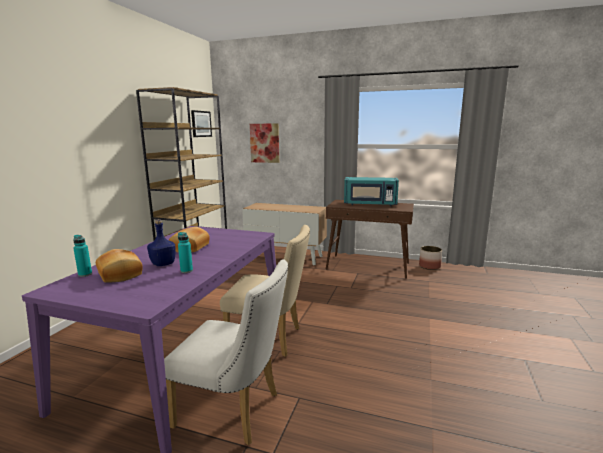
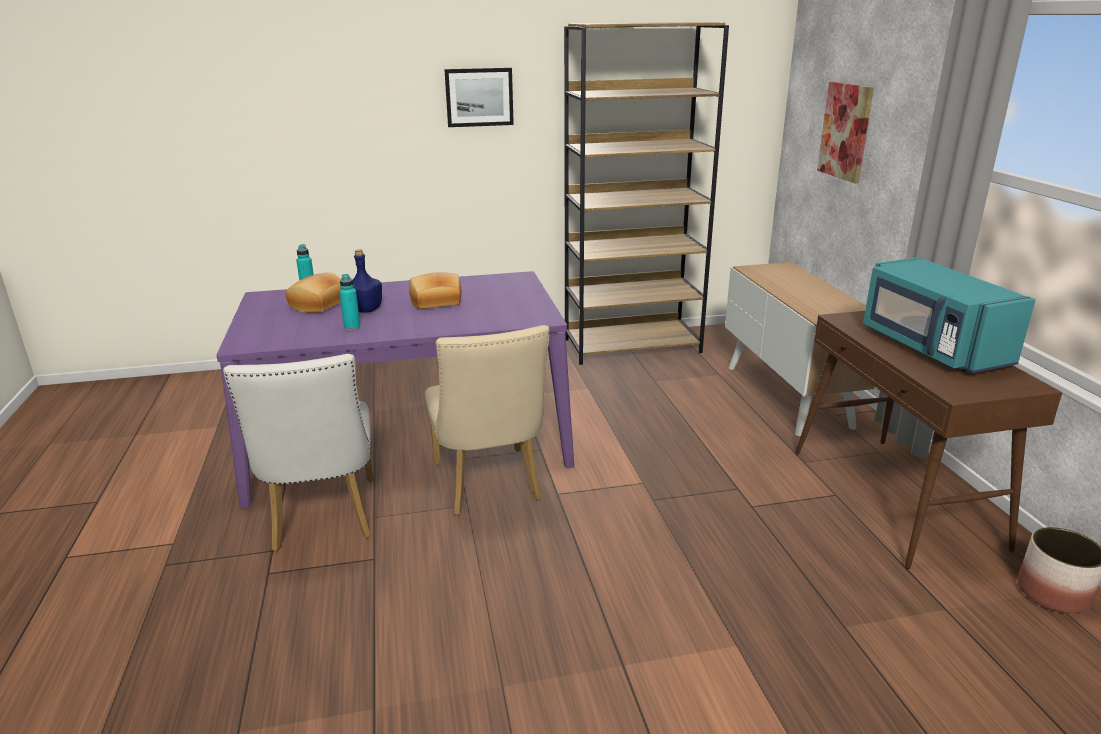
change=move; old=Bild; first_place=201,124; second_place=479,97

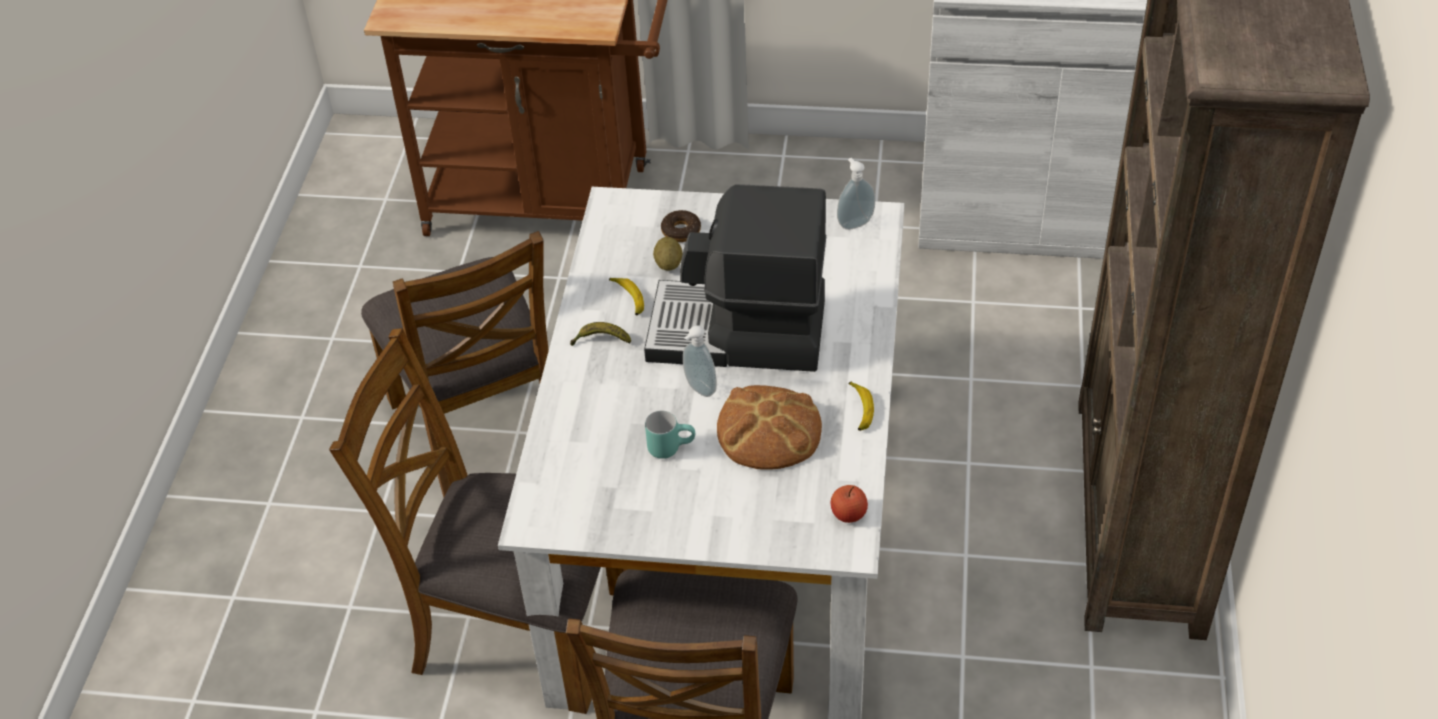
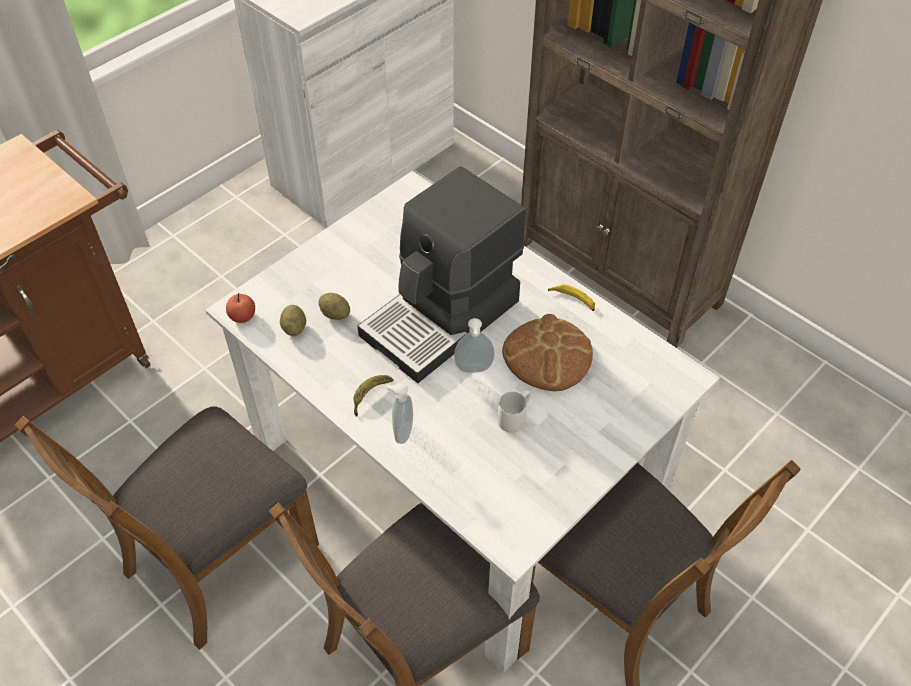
change=rotate; old=Stuhl/braun; first_place=481,430; second_place=218,558; degrees=120
change=move; old=Apfel; first_place=848,514; second_place=242,316
change=insert; new=Kartoffel; second_place=294,328
change=move; old=Seifenspender; first_place=854,222; second_place=401,432
change=recolor; old=Henkelbecher/türkis; new=Henkelbecher/weiß; first_place=671,446; second_place=513,417
change=delete; old=Banane; first_place=628,299
change=delete; old=Donut; first_place=681,231

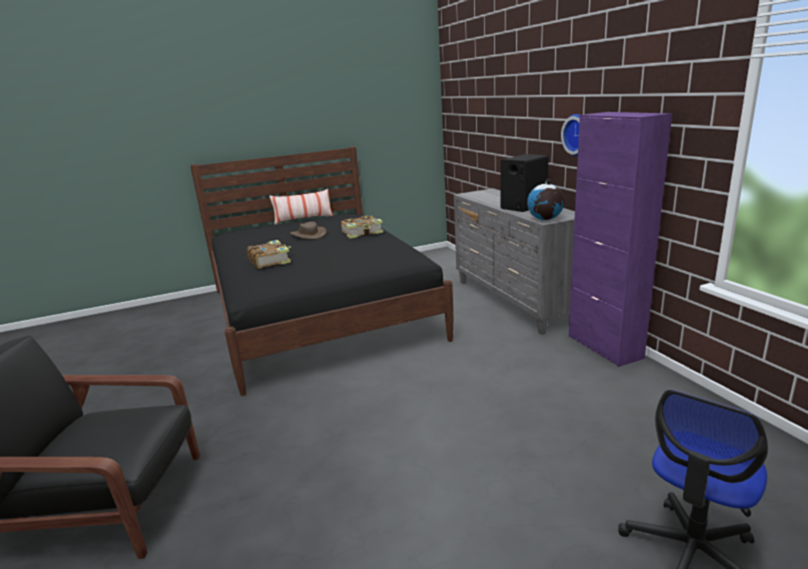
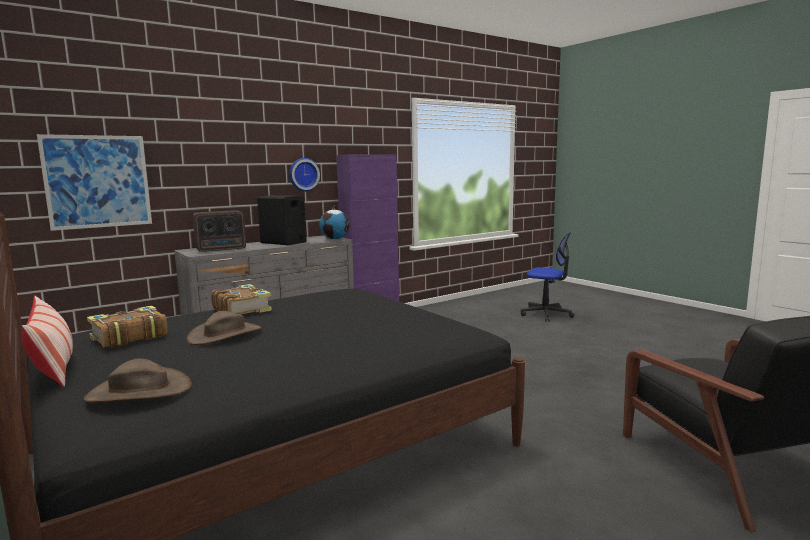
change=insert; new=Bild; second_place=97,181
change=insert; new=Hut/braun; second_place=139,392
change=move; old=Buch; first_place=270,261; second_place=128,337
change=insert; new=Radio; second_place=222,249

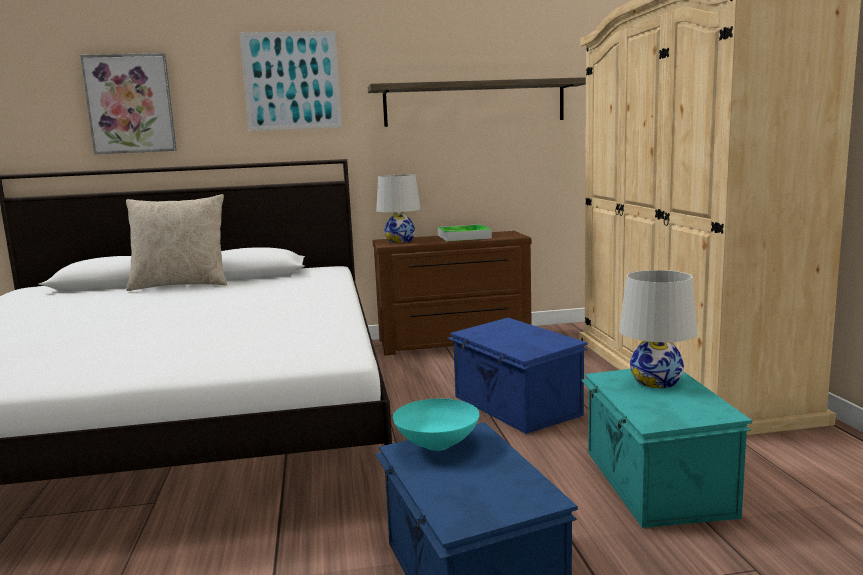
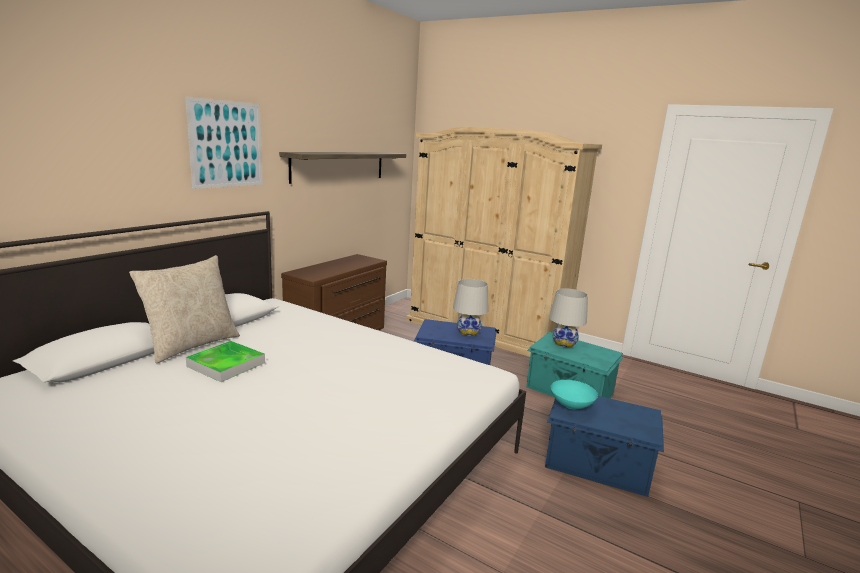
change=move; old=Tablett; first_place=464,237; second_place=226,364
change=move; old=Tischlampe/weiß; first_place=400,241; second_place=468,332
change=delete; old=Bild; first_place=130,104

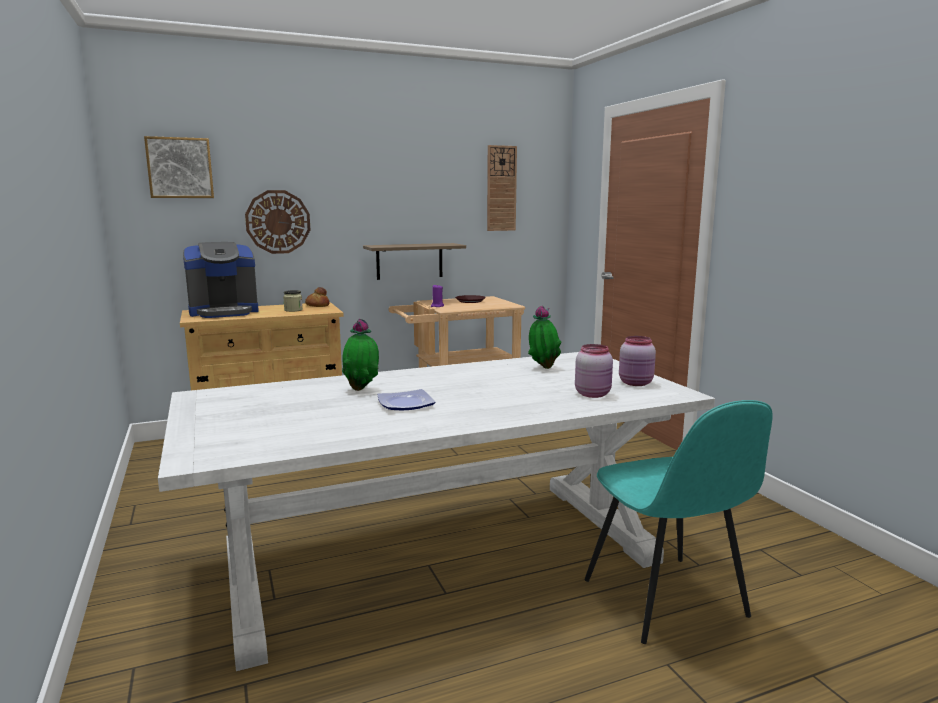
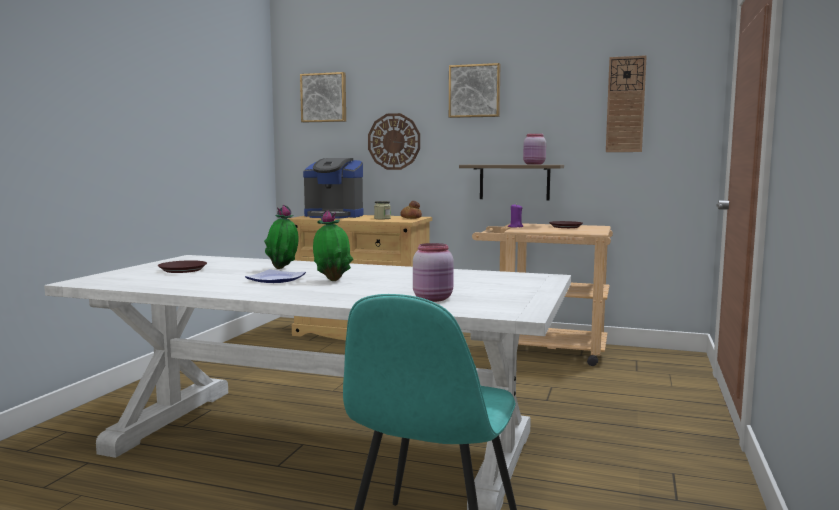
change=insert; new=Teller/braun; second_place=183,270
change=move; old=Topfpflanze; first_place=543,368; second_place=332,280
change=insert; new=Bild; second_place=474,91
change=move; old=Vorratsglas/rosa; first_place=636,383; second_place=534,164

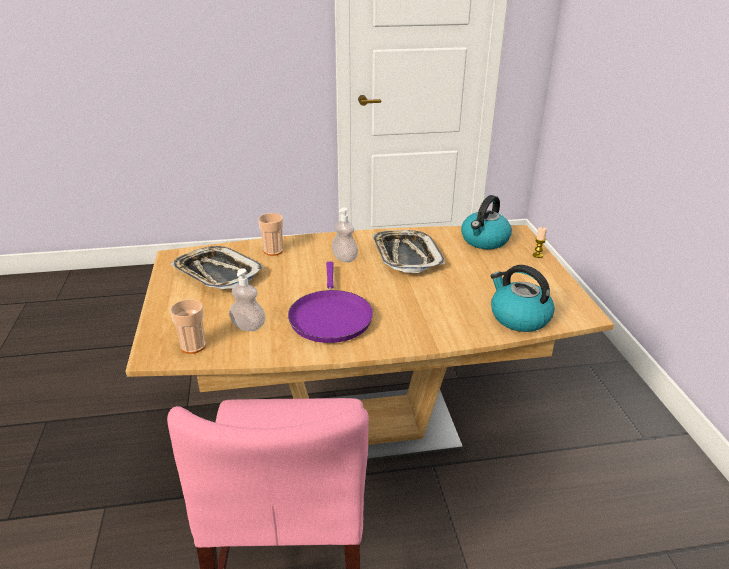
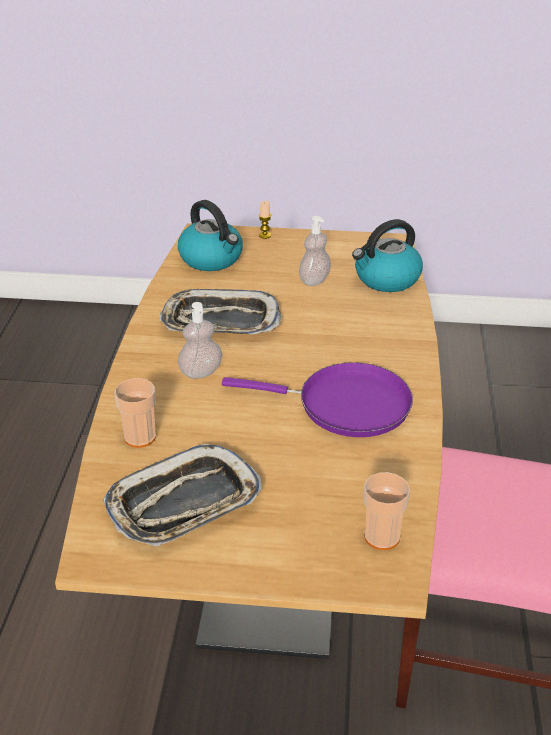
change=move; old=Seifenspender; first_place=248,326; second_place=314,280

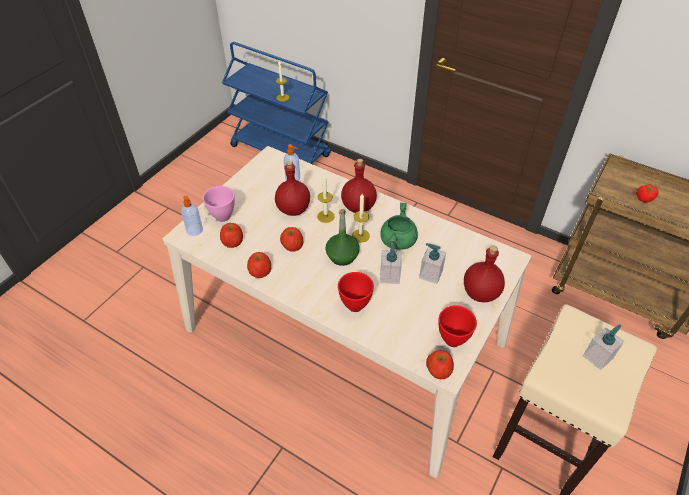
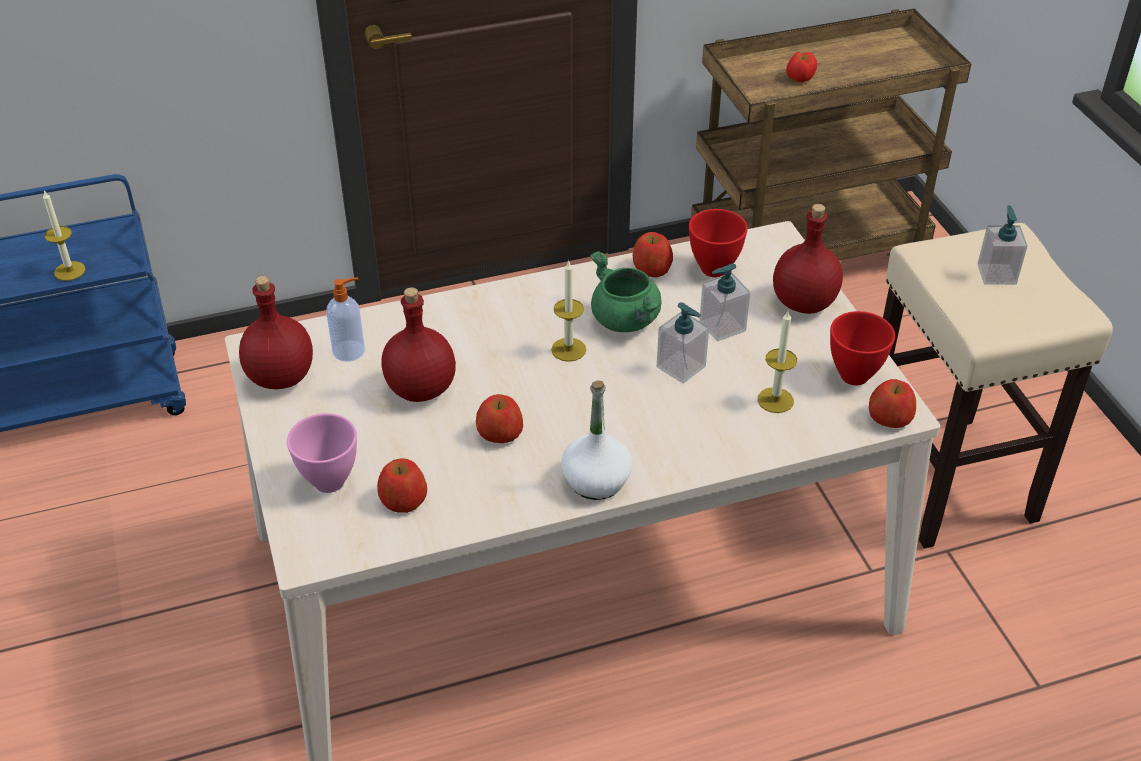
change=move; old=Flasche/rot; first_place=359,207; second_place=281,376
change=insert; new=Flasche/weiß; second_place=596,481
change=move; old=Apfel; first_place=260,271; second_place=651,268
change=move; old=Schüssel/rot; first_place=354,306; second_place=713,270
change=move; old=Kerze; first_place=325,216; second_place=775,400
change=delete; old=Seifenspender; first_place=195,230
change=delete; old=Flasche/grün; first_place=342,256

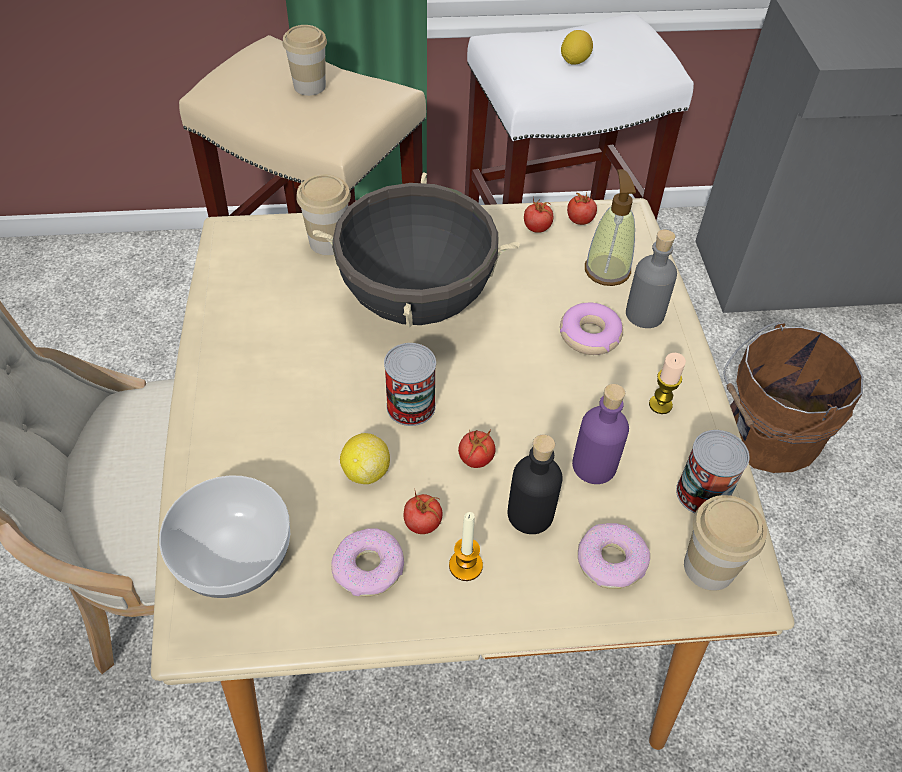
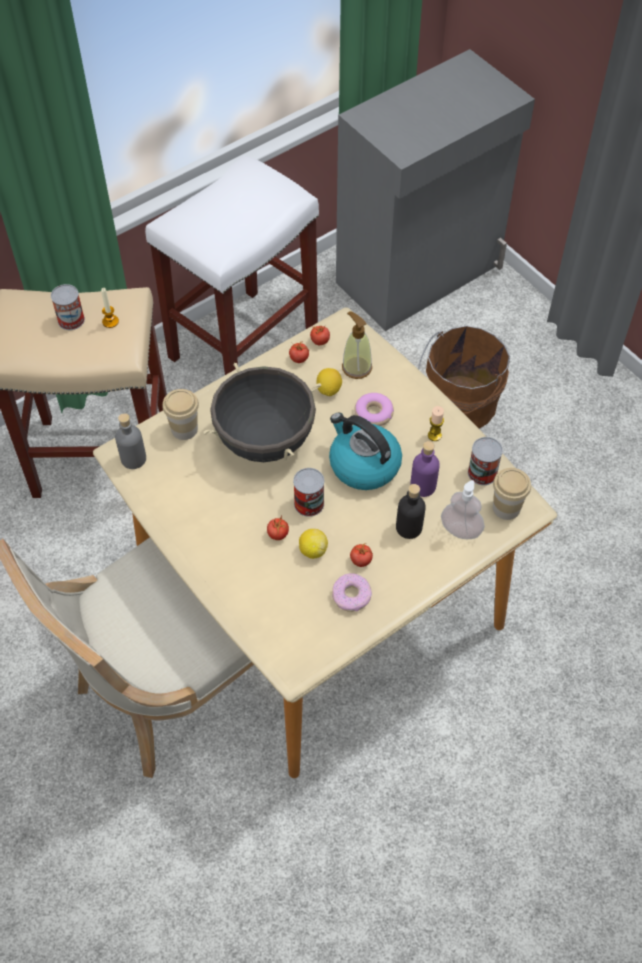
change=replace; old=Tasse; new=Dose; first_place=309,86; second_place=71,320
change=move; old=Kerze; first_place=465,565; second_place=110,321
change=move; old=Flasche/grau; first_place=644,314; second_place=133,458
change=move; old=Tomate; first_place=476,459; second_place=278,534
change=move; old=Zitrone; first_place=574,61; second_place=329,390
change=insert; new=Wasserkessel; second_place=363,465
change=replace; old=Donut; new=Seifenspender; first_place=610,561; second_place=460,530
change=delete; old=Schüssel; first_place=236,557

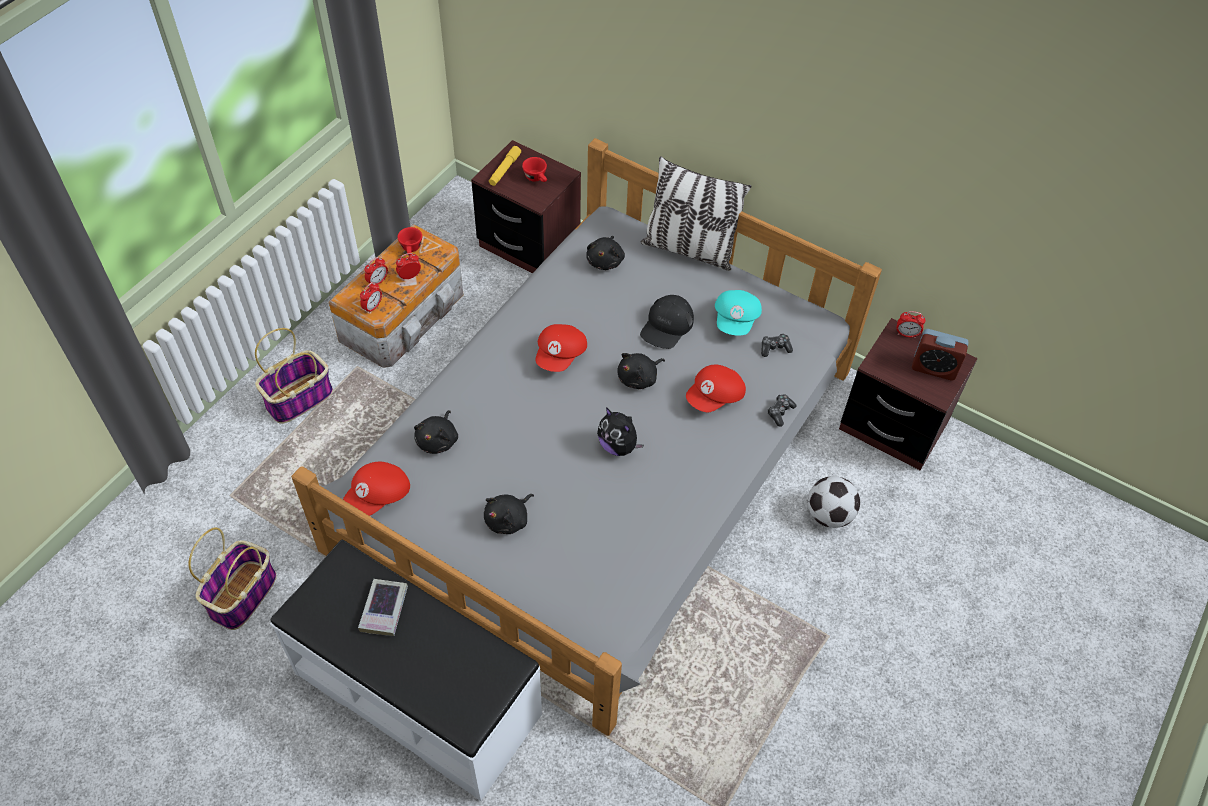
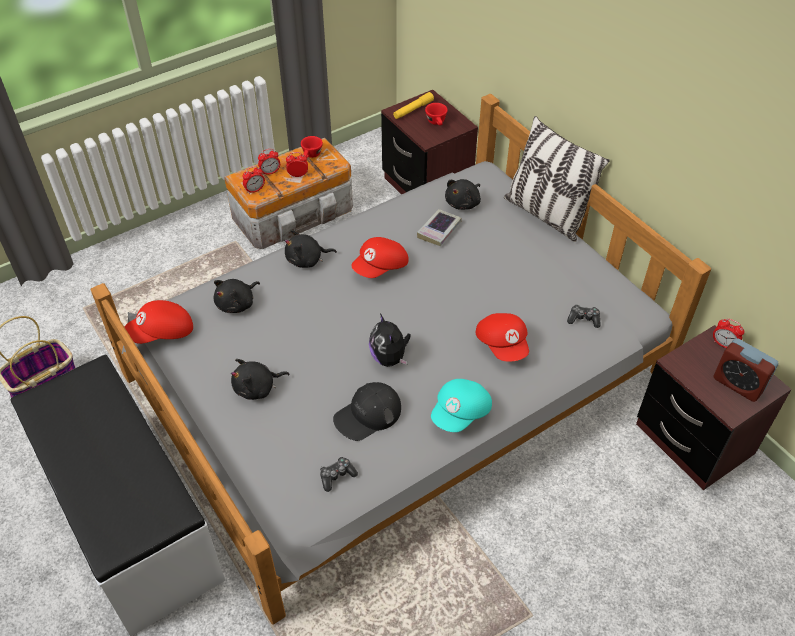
change=move; old=Plüschtier/schwarz; first_place=639,378; second_place=307,260
change=move; old=Gamepad; first_place=780,412; second_place=337,476
change=move; old=Kappe/schwarz; first_place=666,326; second_place=367,414
change=move; old=Buch; first_place=384,609; second_place=439,230
change=move; old=Kappe/türkis; first_place=736,320; second_place=461,413
change=rotate; old=Kappe/rot; first_place=715,397; second_place=503,344; degrees=-90
change=delete; old=Korb; first_place=299,398
change=delete; old=Fußball; first_place=829,515

